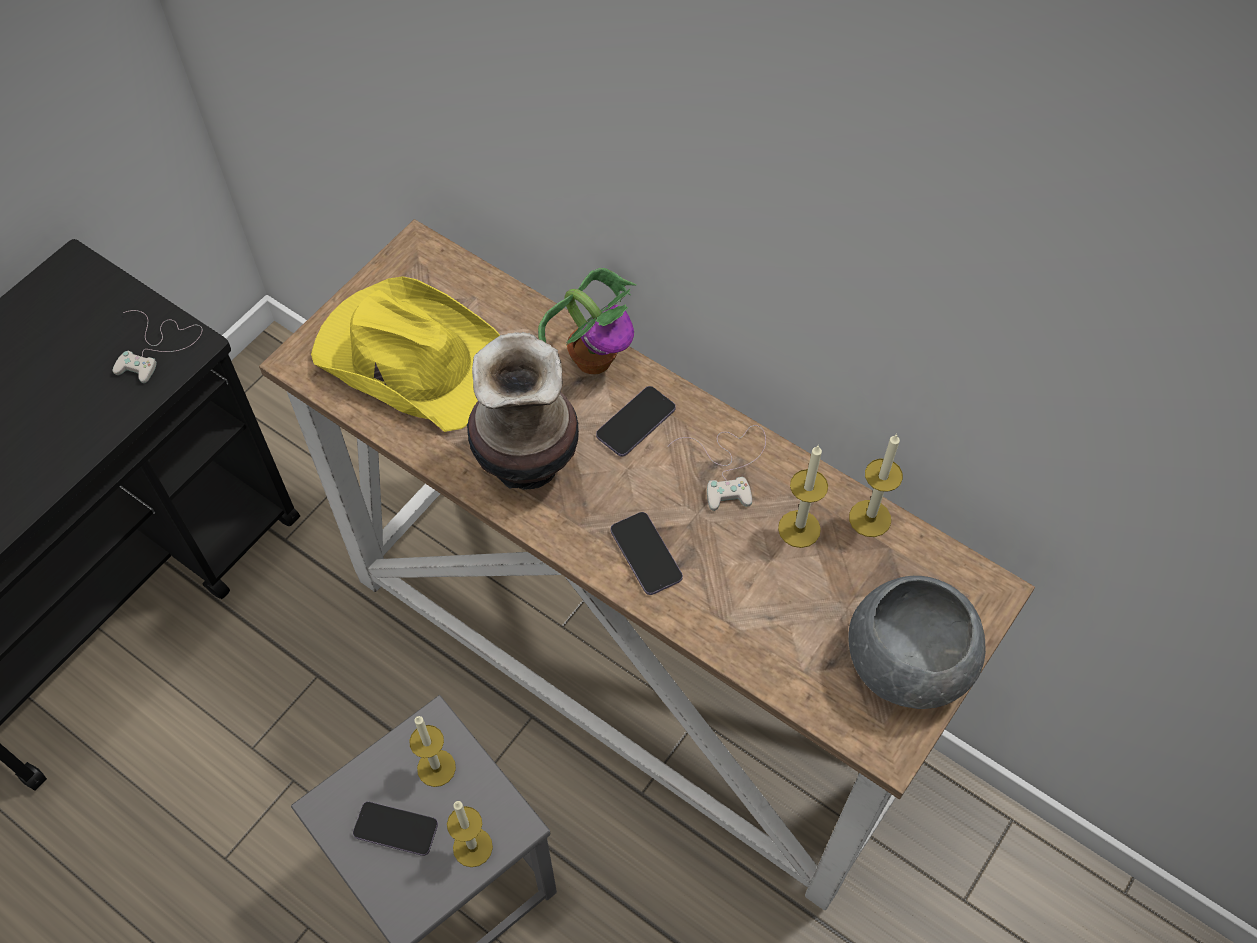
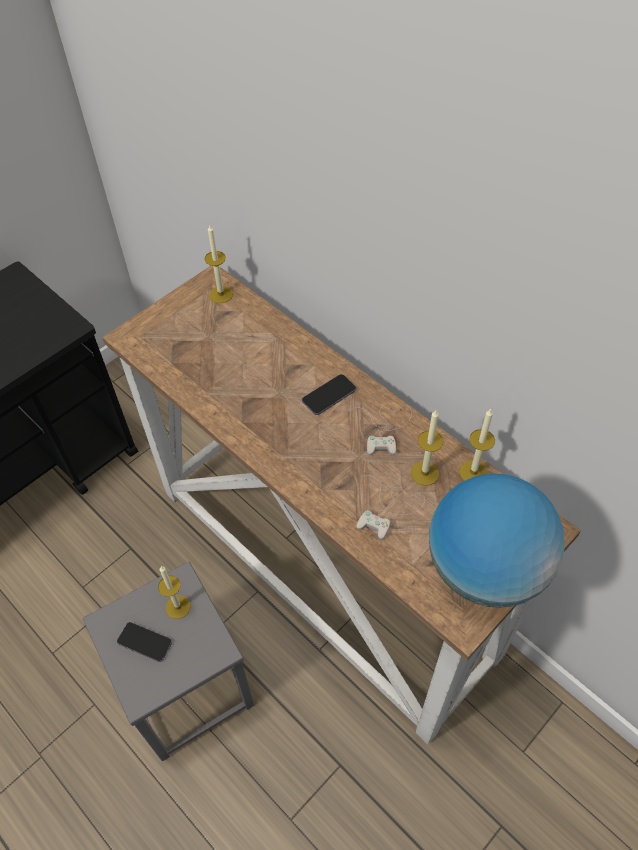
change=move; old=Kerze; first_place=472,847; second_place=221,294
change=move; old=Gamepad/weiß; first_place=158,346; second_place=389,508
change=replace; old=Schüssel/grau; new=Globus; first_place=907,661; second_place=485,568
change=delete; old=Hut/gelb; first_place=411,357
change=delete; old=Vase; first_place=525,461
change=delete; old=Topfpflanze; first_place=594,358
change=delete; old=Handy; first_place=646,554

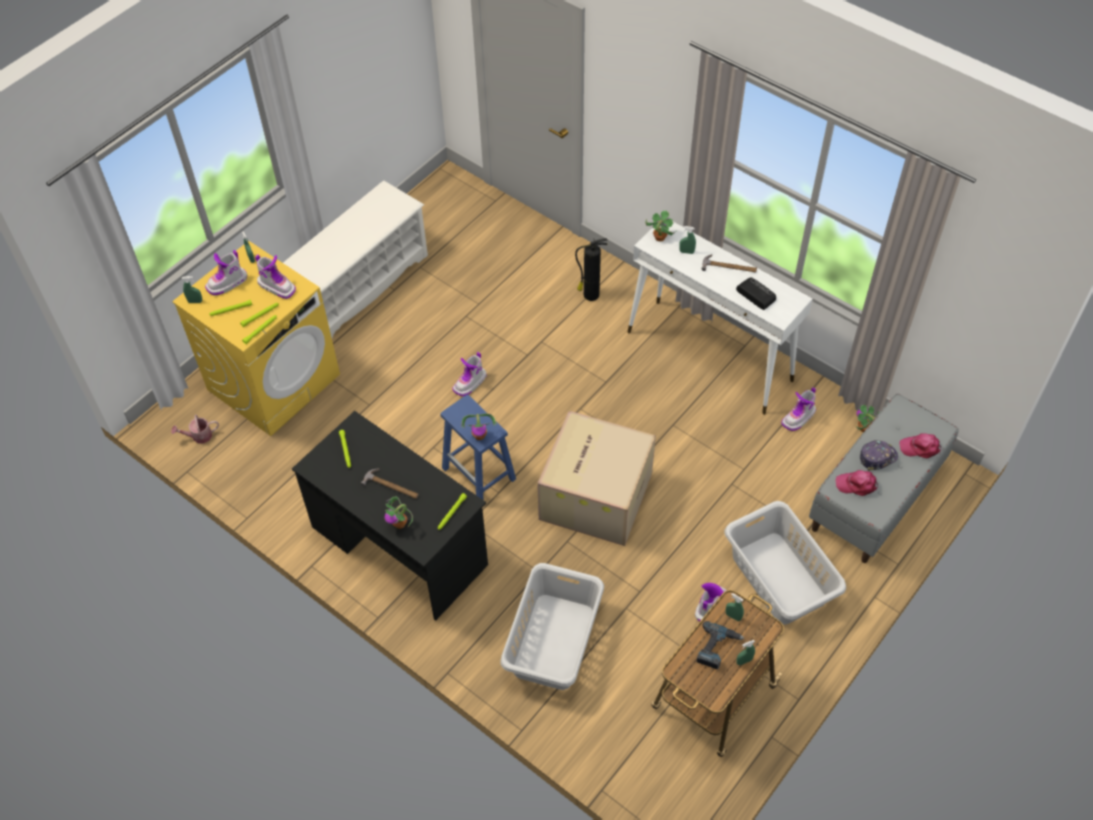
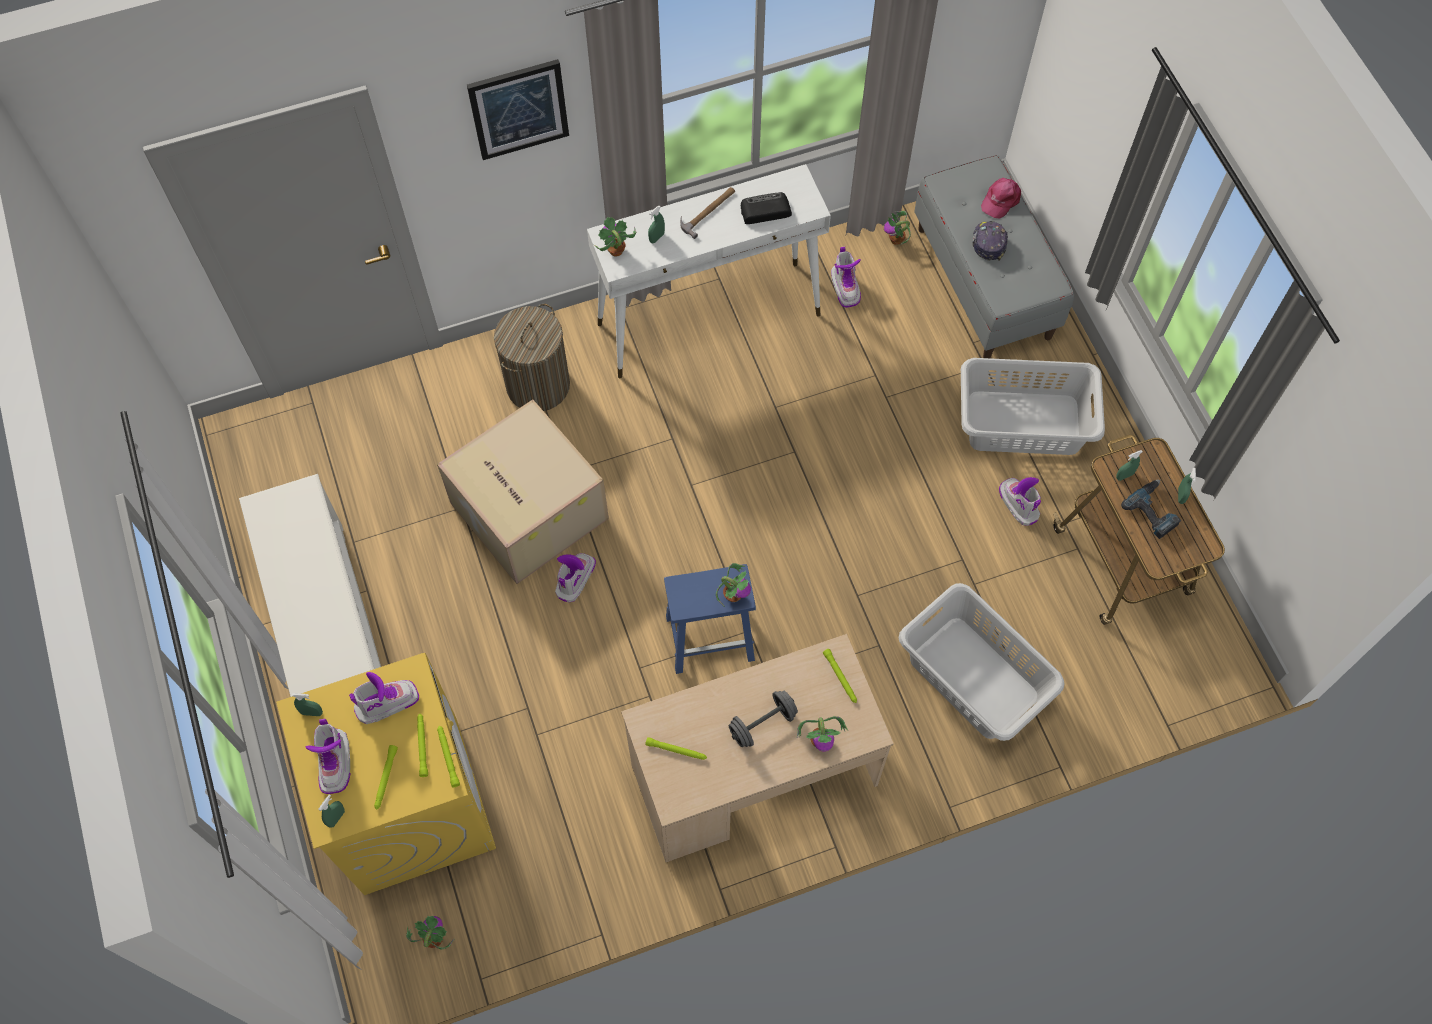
change=replace; old=Gießkanne; new=Topfpflanze; first_place=199,436; second_place=434,939
change=move; old=Karton; first_place=595,494; second_place=526,510
change=insert; new=Bild; second_place=518,109
change=replace; old=Feuerlöscher; new=Wäschekorb; first_place=590,295; second_place=538,384
change=rotate; old=Stiefel; first_place=470,383; second_place=575,579; degrees=-135
change=recolor; old=Schreibtisch/schwarz; new=Schreibtisch/beige; first_place=399,545; second_place=753,775
change=replace; old=Hammer; new=Hantel/grau; first_place=392,486; second_place=762,724
change=delete; old=Kappe/rosa; first_place=857,484

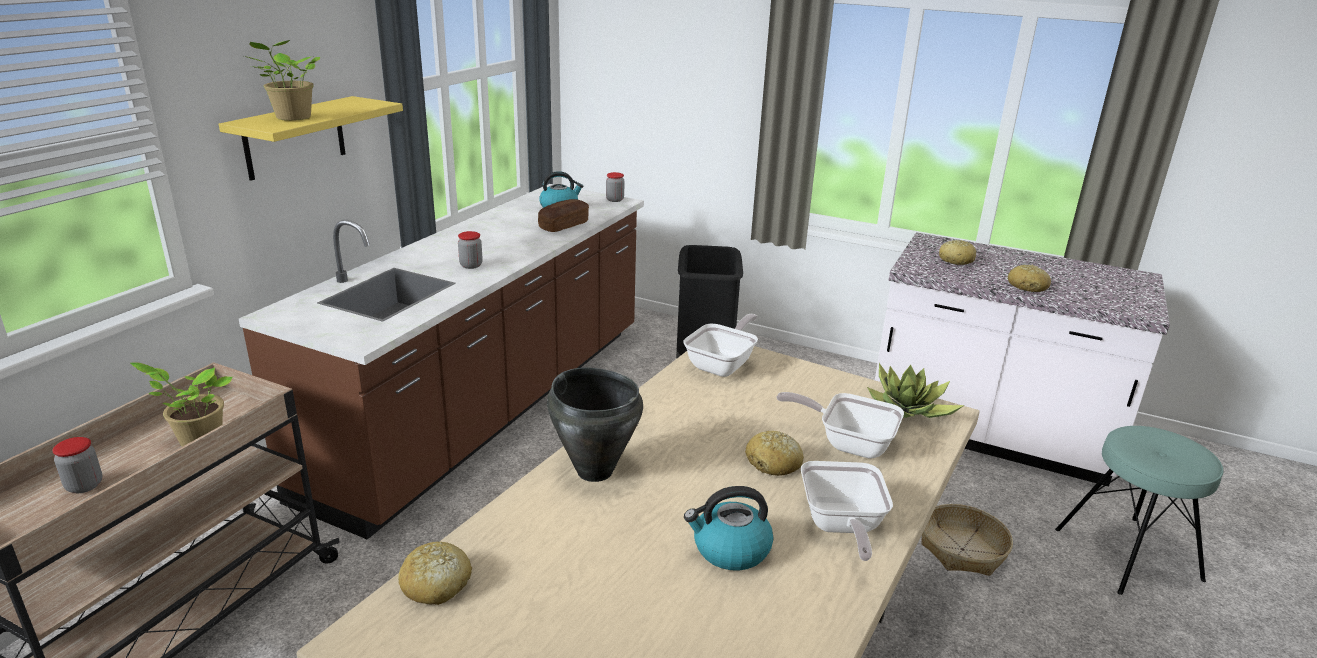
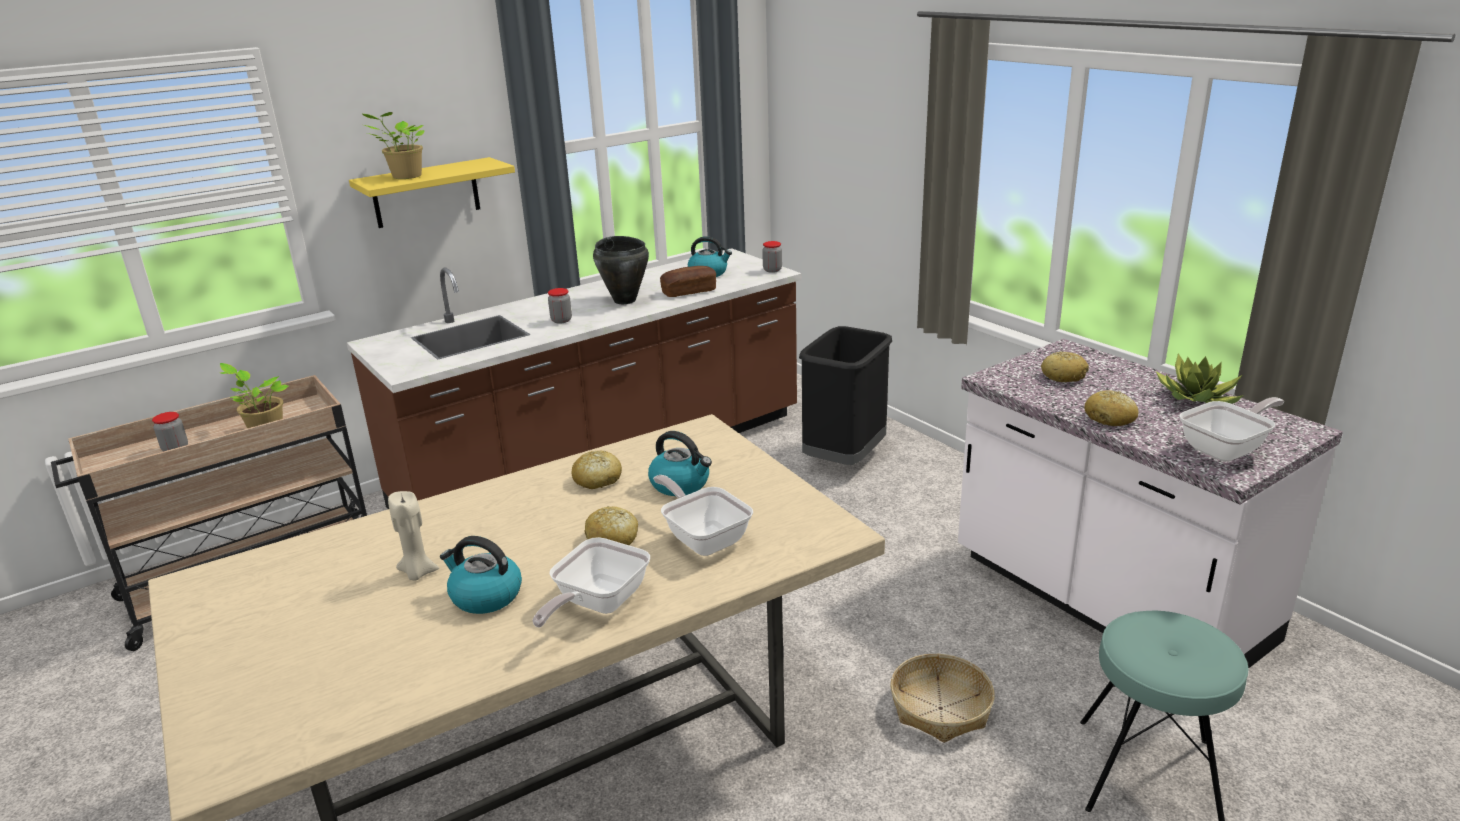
change=insert; new=Kerze/beige; second_place=417,573
change=move; old=Brot; first_place=436,584; second_place=597,479
change=move; old=Kochtopf/schwarz; first_place=594,470; second_place=625,300
change=insert; new=Wasserkessel; second_place=681,484
change=move; old=Topfpflanze; first_place=908,409; second_place=1197,399
change=move; old=Pfanne; first_place=723,365; second_place=1227,449

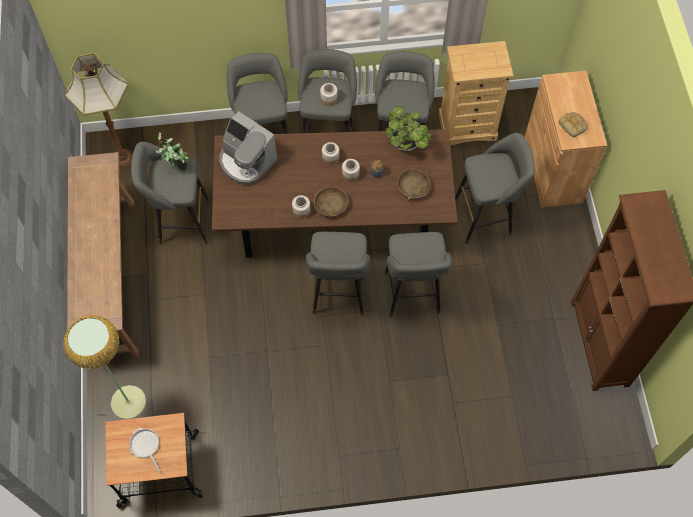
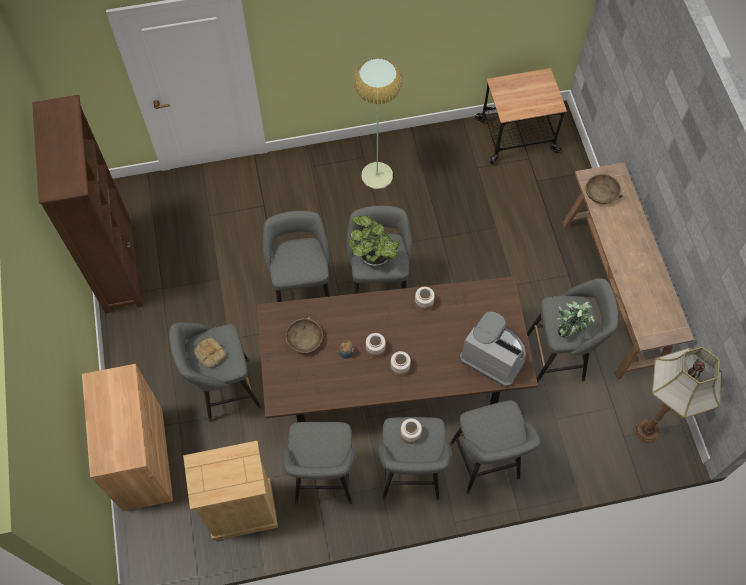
change=move; old=Brot; first_place=573,126; second_place=209,354
change=move; old=Topfpflanze; first_place=407,146; second_place=373,255
change=move; old=Stehlampe; first_place=128,402; second_place=377,175
change=move; old=Schüssel/braun; first_place=330,205; second_place=601,193
change=delete; old=Pfanne; first_place=146,446

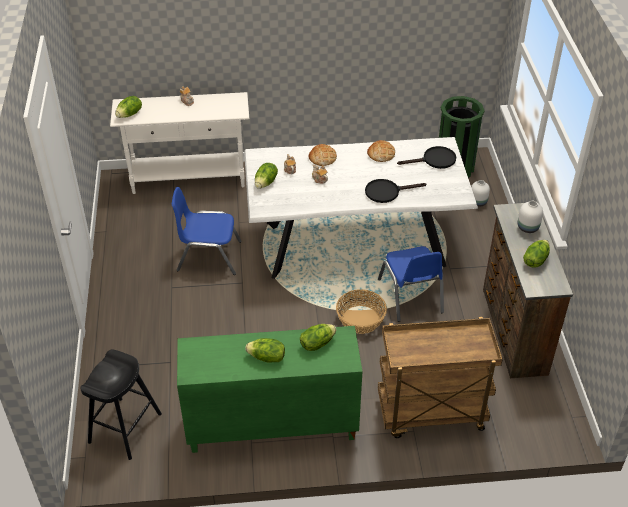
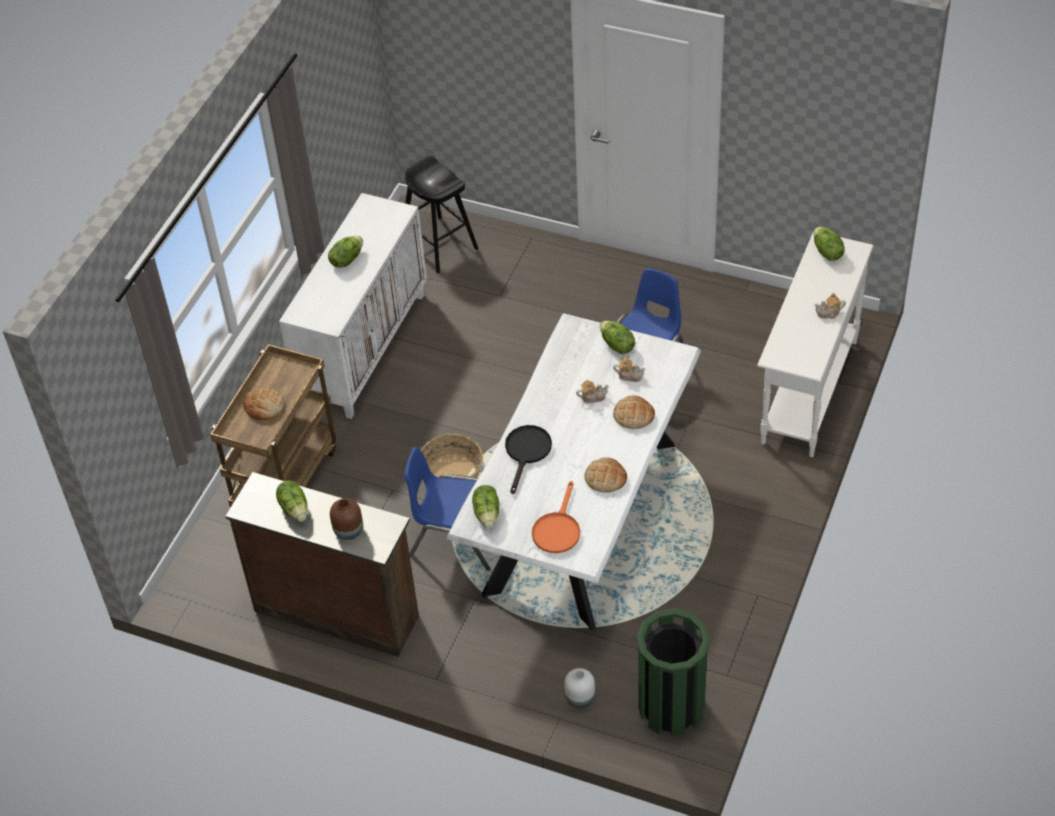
change=insert; new=Brot; second_place=264,406
change=recolor; old=Schrank/grün; new=Schrank/weiß; first_place=271,426; second_place=364,348
change=recolor; old=Vase/weiß; new=Vase/braun; first_place=527,227; second_place=349,530
change=move; old=Salatkopf; first_place=317,343; second_place=487,513
change=recolor; old=Pfanne/schwarz; new=Pfanne/orange; first_place=434,160; second_place=557,529

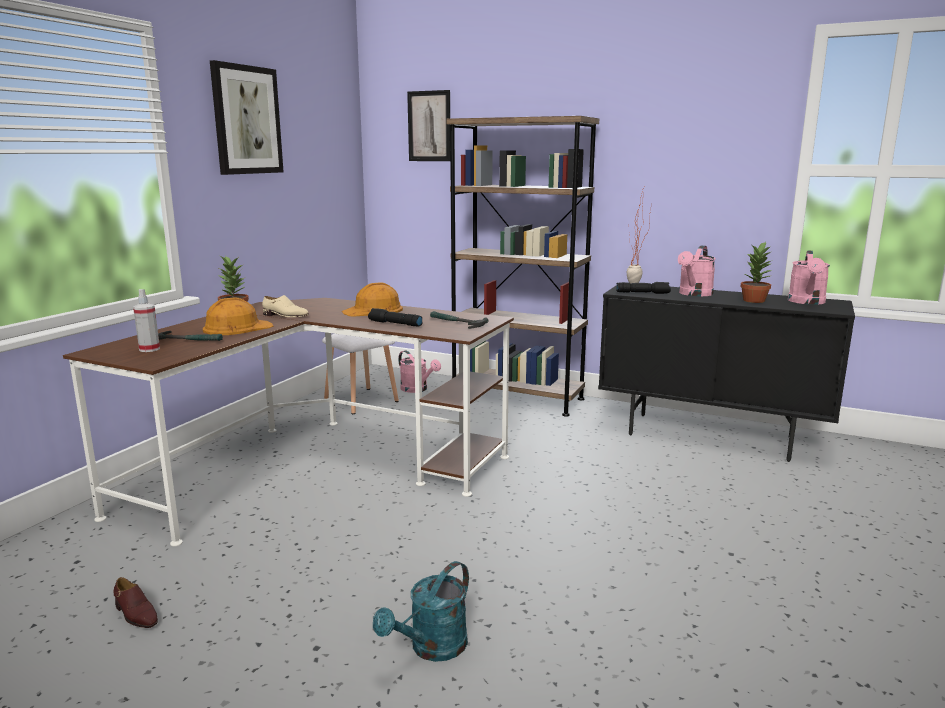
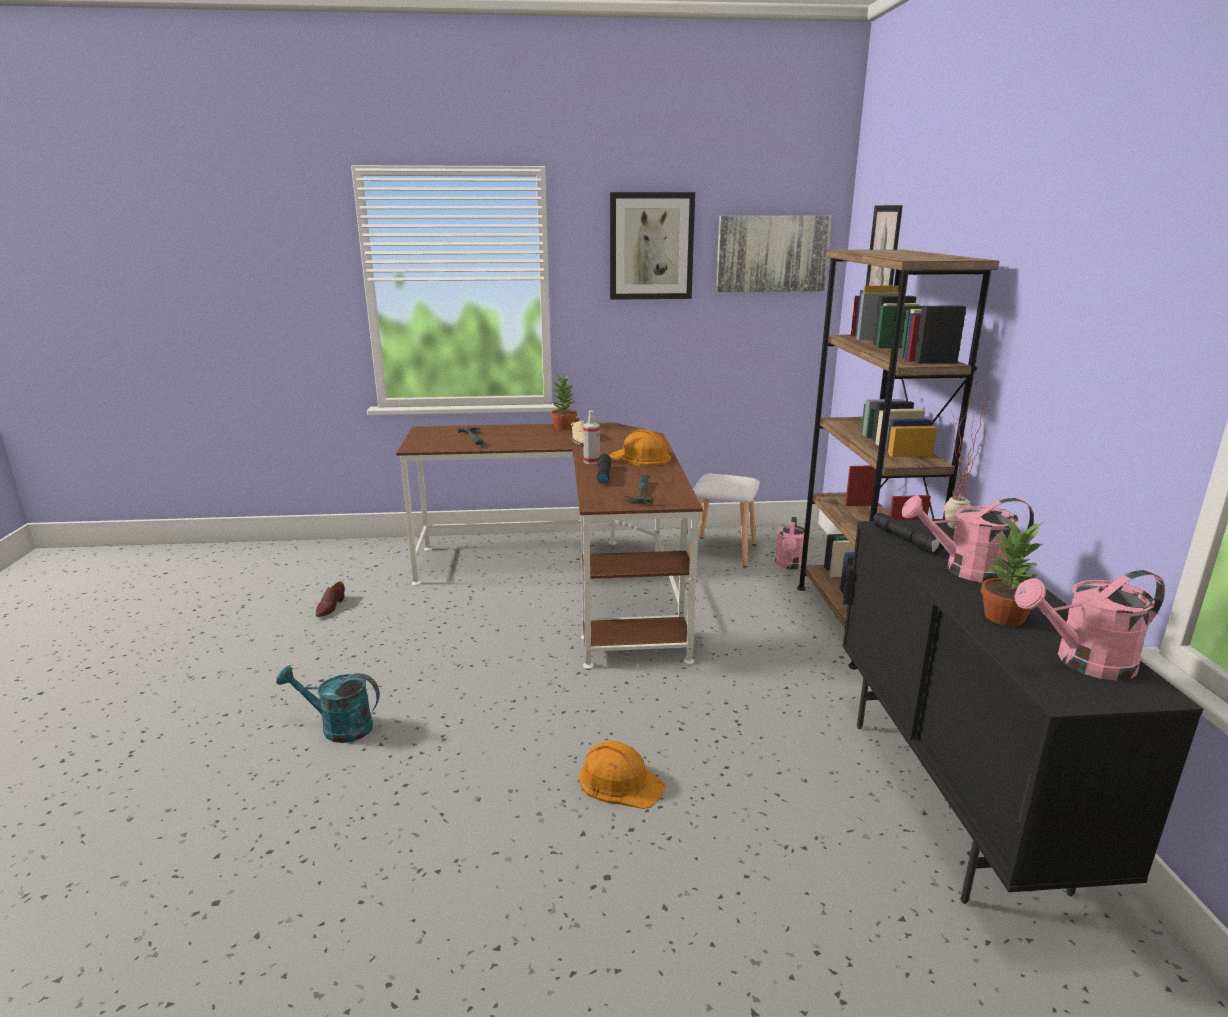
change=move; old=Schutzhelm/orange; first_place=237,327; second_place=620,781
change=move; old=Sprühflasche; first_place=149,349; second_place=591,461
change=insert; new=Bild; second_place=772,253

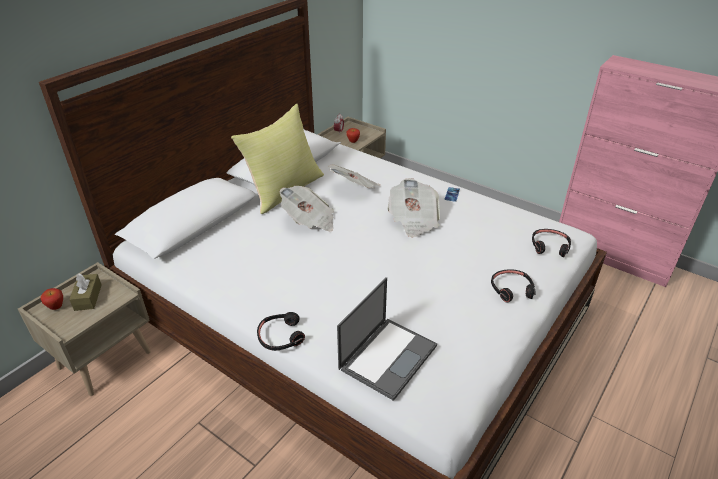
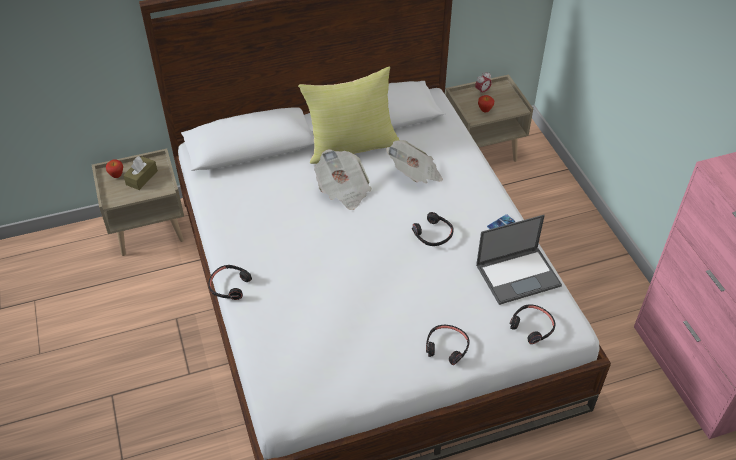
change=replace; old=Zeitung; new=Kopfhörer/schwarz; first_place=413,220; second_place=433,234
change=move; old=Laptop; first_place=388,356; second_place=519,275

